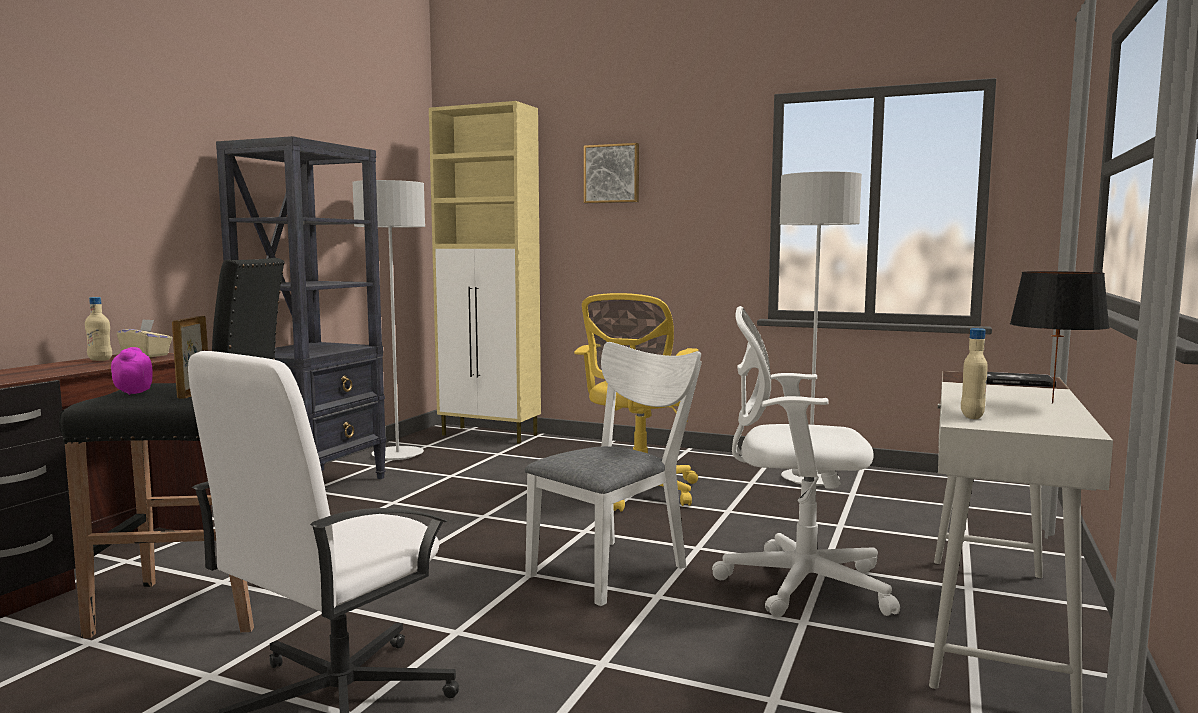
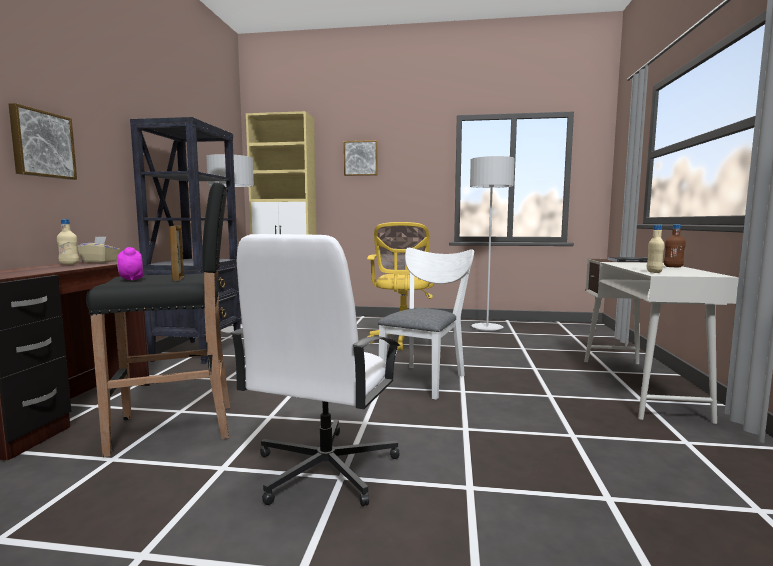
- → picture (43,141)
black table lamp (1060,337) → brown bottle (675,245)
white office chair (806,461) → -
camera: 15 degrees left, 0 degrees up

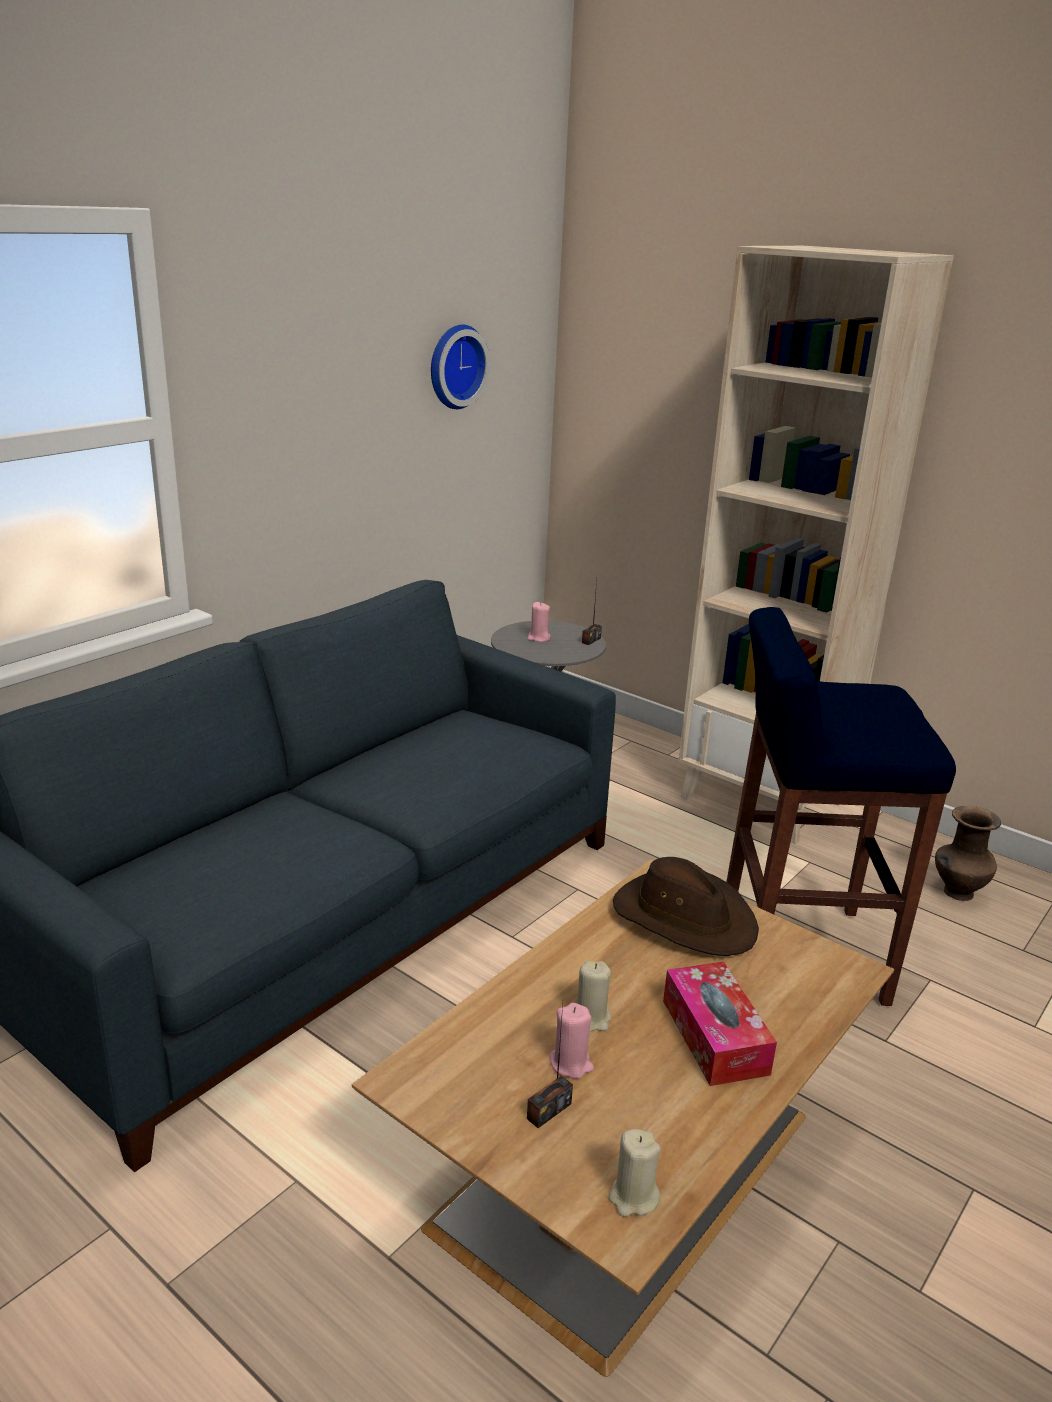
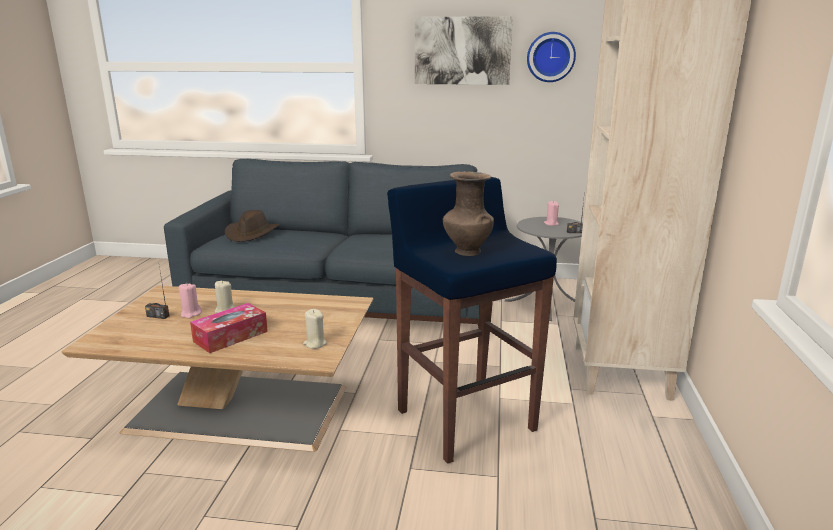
brown hat (686,906) → brown hat (252,226), moved
beige candle (634,1173) → beige candle (315,329), moved
- → picture (464,50)
brown vase (968,853) → brown vase (468,213), moved
camera: 60 degrees right, 5 degrees down

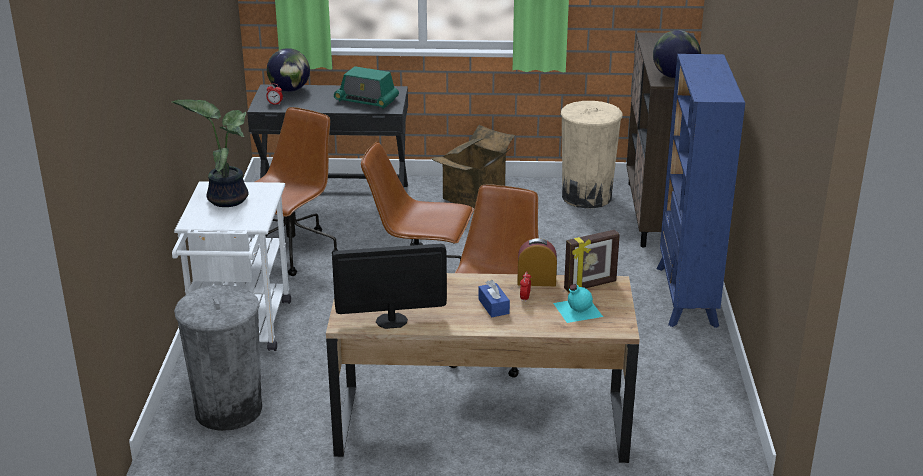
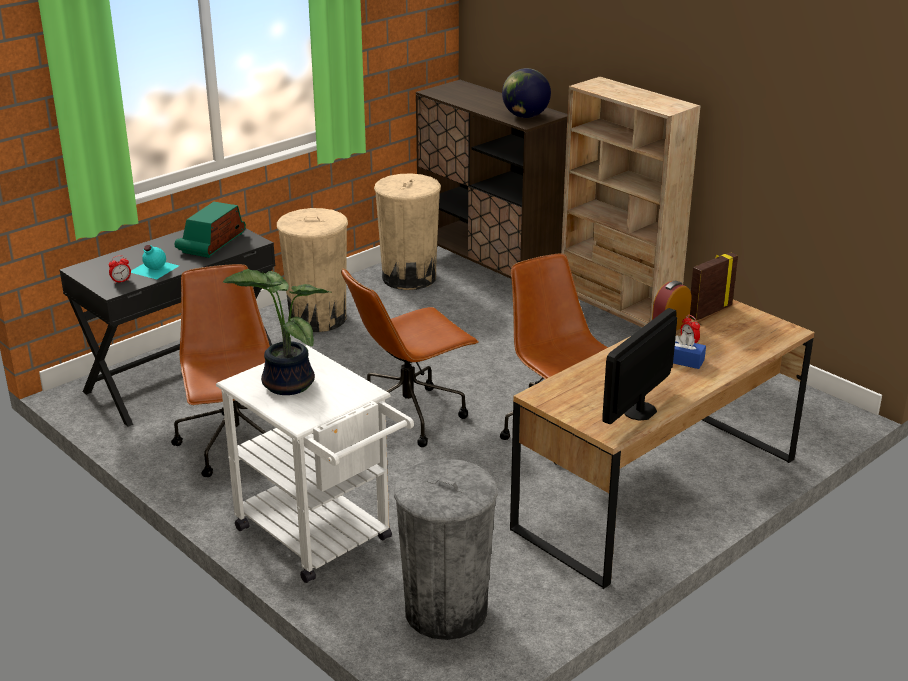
turquoise bottle (578,303) → turquoise bottle (155,262), moved
radio (366,87) → radio (210,230), 135 degrees clockwise
cardboard box (473,166) → beige trash can (312,270)
blue bookcase (700,191) → beige bookcase (631,202)
picture frame (592,261) → picture frame (714,286), 150 degrees counterclockwise
globe (288,70) → -
camera: 45 degrees left, 0 degrees up

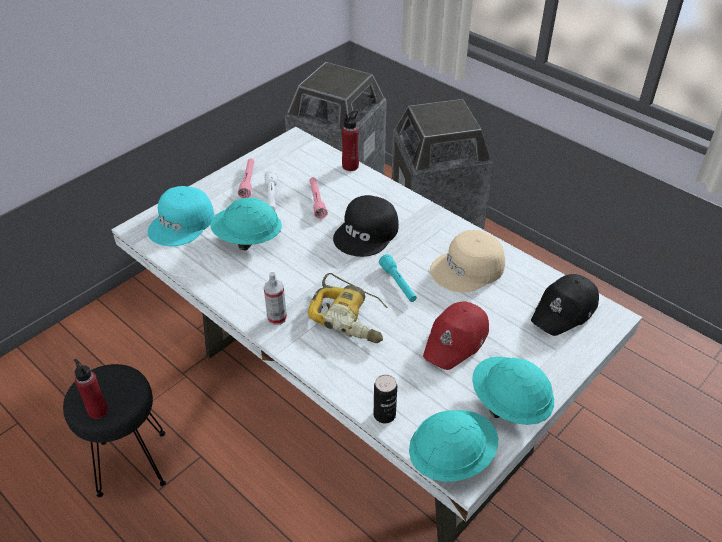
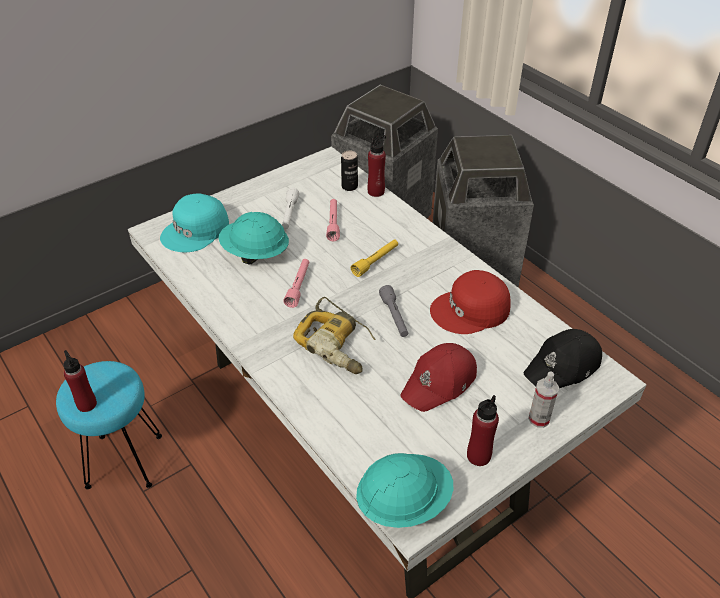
black stool (114,430) → turquoise stool (109,425)
pink flashlight (246,178) → pink flashlight (296,283), moved
can (385,398) → can (349,171), moved
black cap (366,226) → yellow flashlight (374,258)
turquoise flashlight (398,278) → grey flashlight (393,311)
beige cap (467,261) → red cap (470,302)
turquoise hard hat (513,390) → red bottle (483,430)
spray bottle (275,298) → spray bottle (543,399), moved
camera: 10 degrees right, 0 degrees up

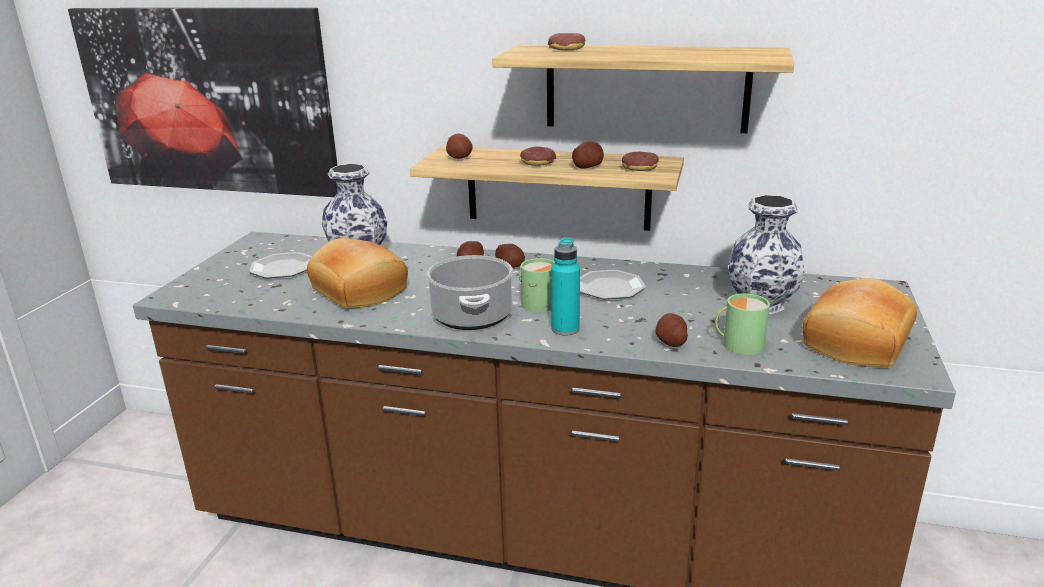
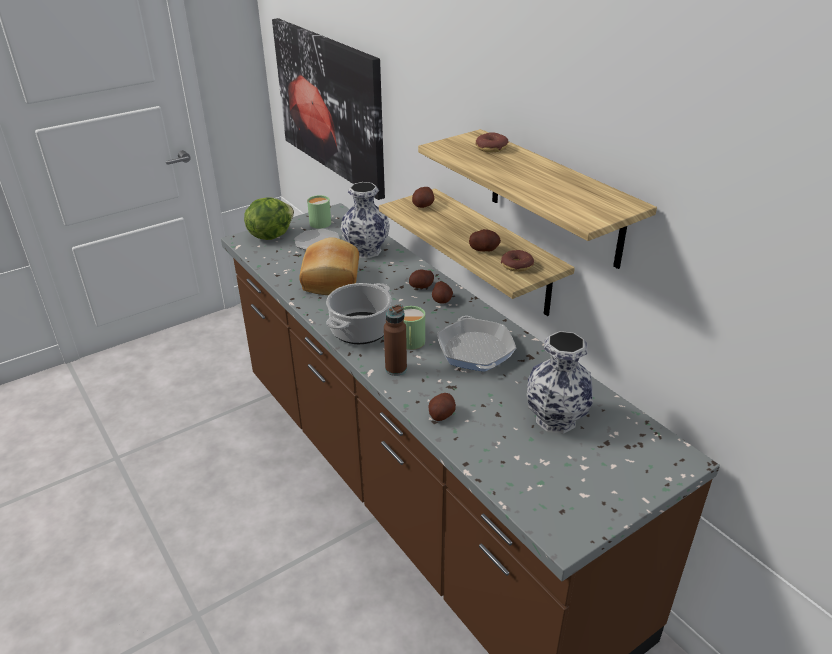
- → lettuce (269,218)
green mug (742,324) → green mug (319,212), moved
turquoise bottle (565,286) → brown bottle (395,340)
plate (613,284) → frying pan (476,344)
donut (538,156) → -
bread (860,322) → -
camera: 40 degrees right, 10 degrees up

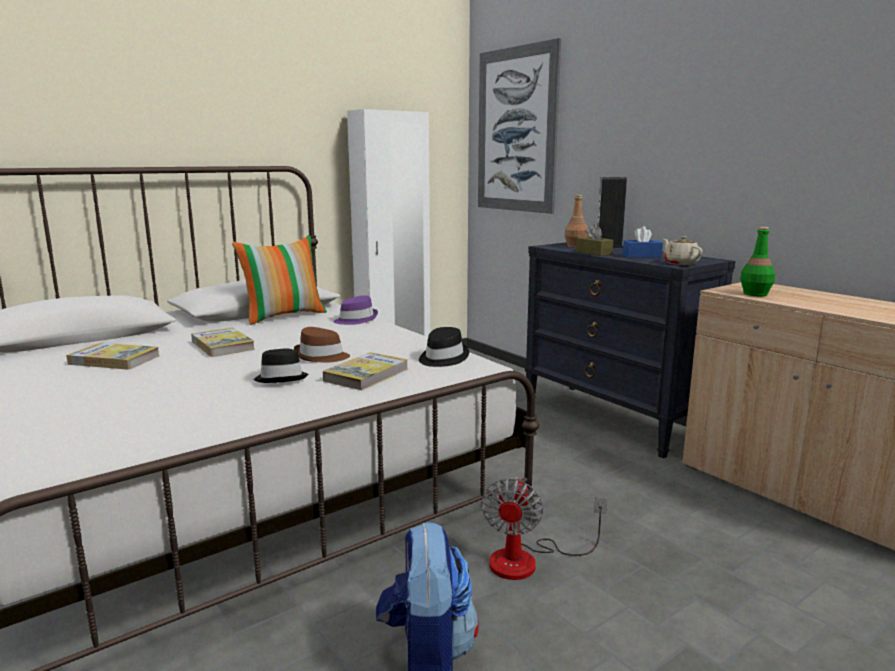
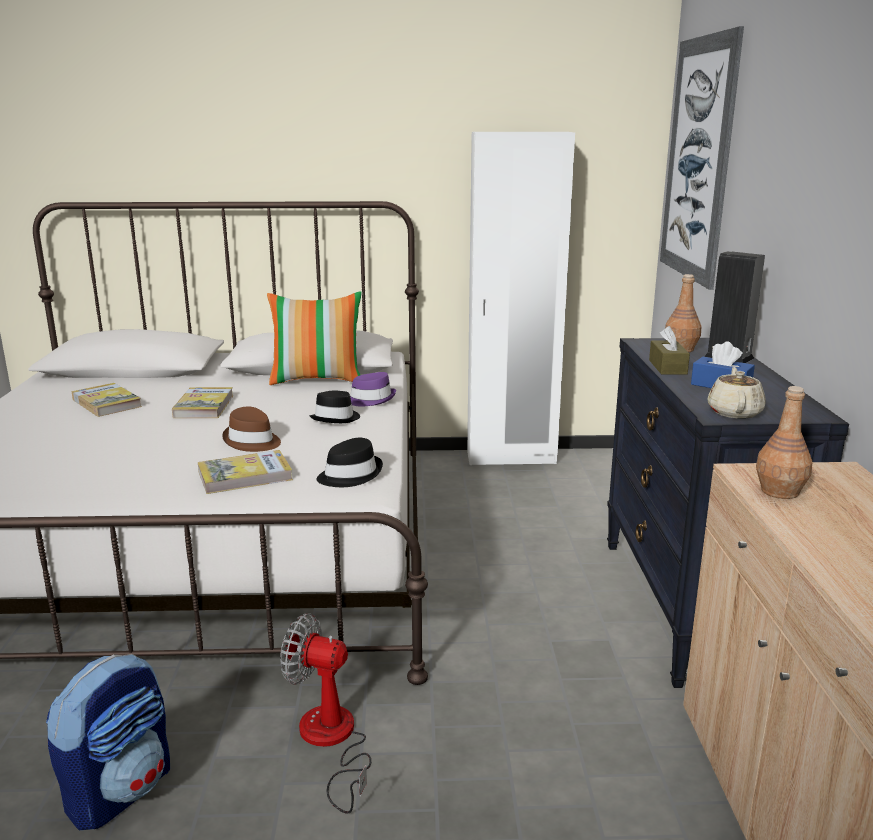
fan (544,528) → fan (326,713), 60 degrees clockwise
black hat (281,365) → black hat (334,407), moved
green bottle (757,261) → brown bottle (784,442)
camera: 35 degrees right, 5 degrees up

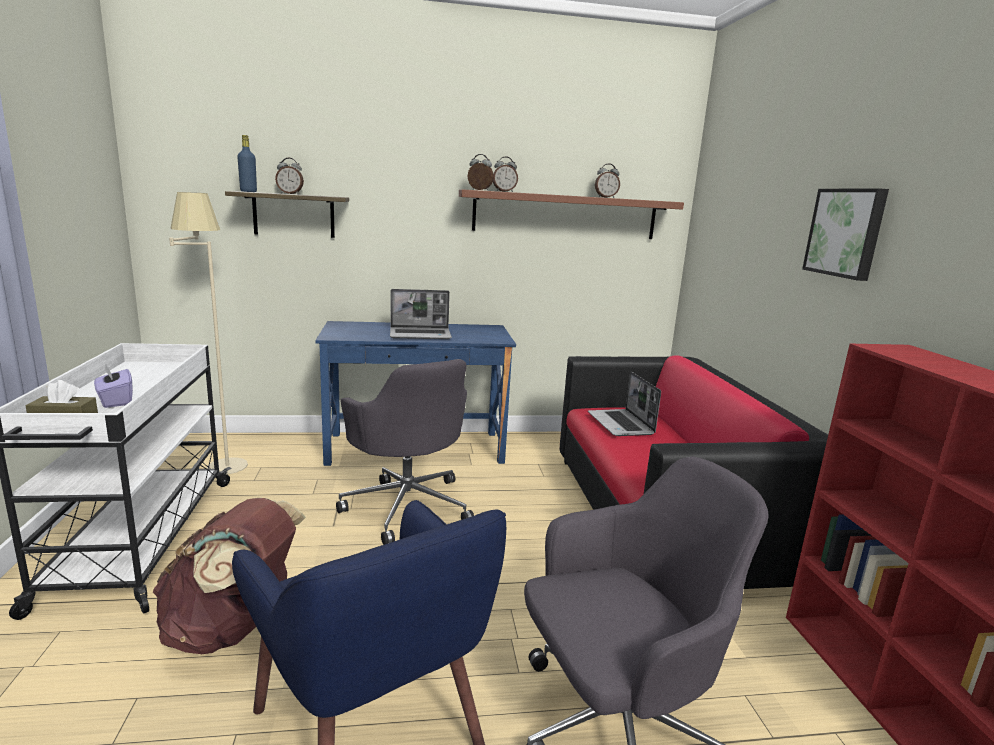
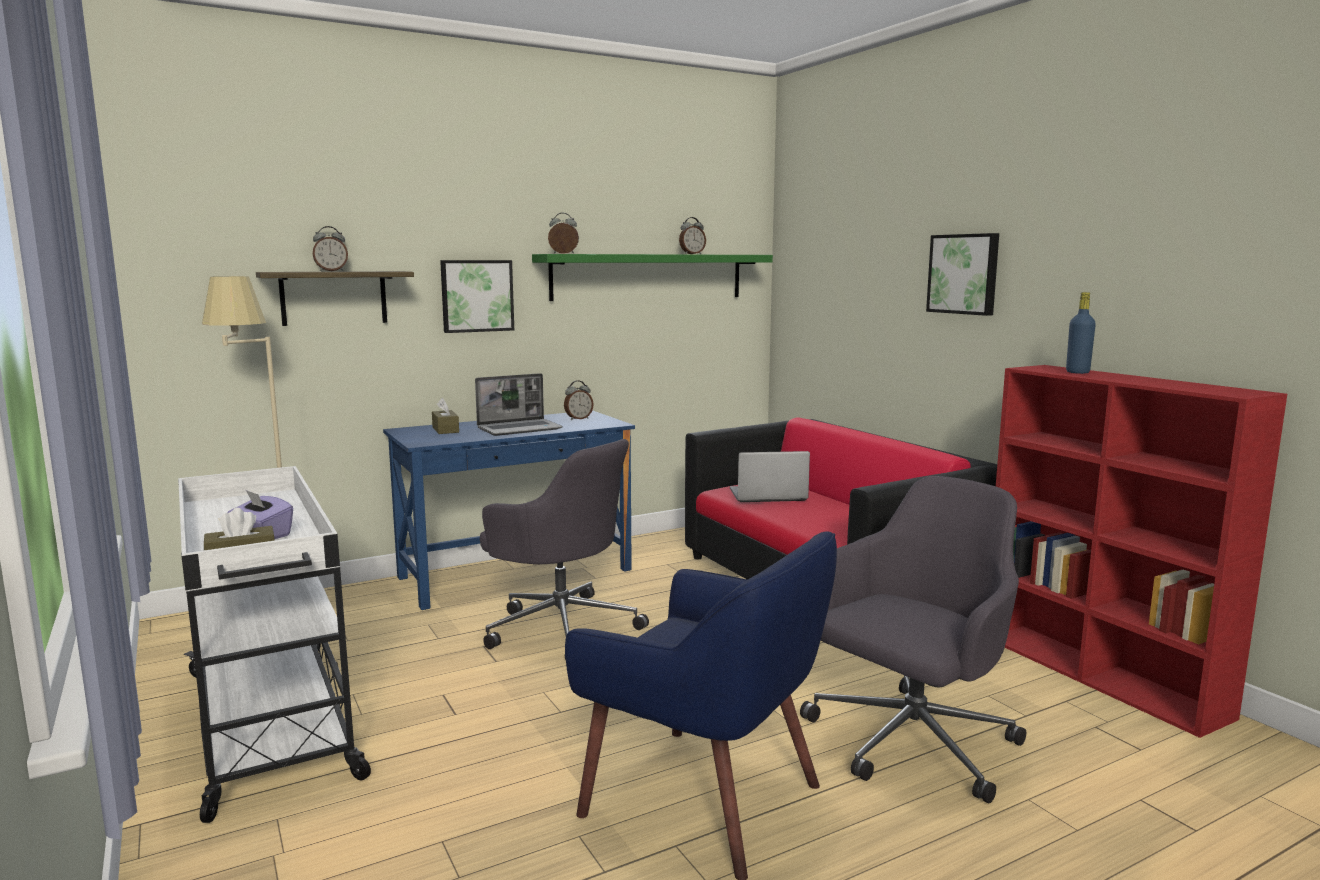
- → brown tissue box (445,416)
- → picture (477,296)
brown shelf (571,214) → green shelf (652,277)
alarm clock (505,174) → alarm clock (579,400), moved
laptop (624,403) → laptop (770,476), 120 degrees clockwise
blue bottle (247,163) → blue bottle (1081,333), moved
brown backpack (229,576) → -
camera: 20 degrees left, 5 degrees down

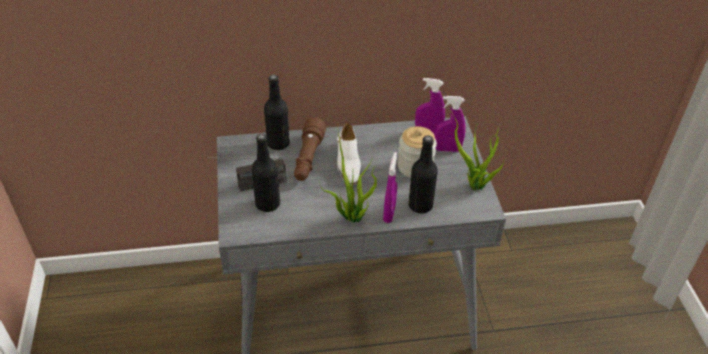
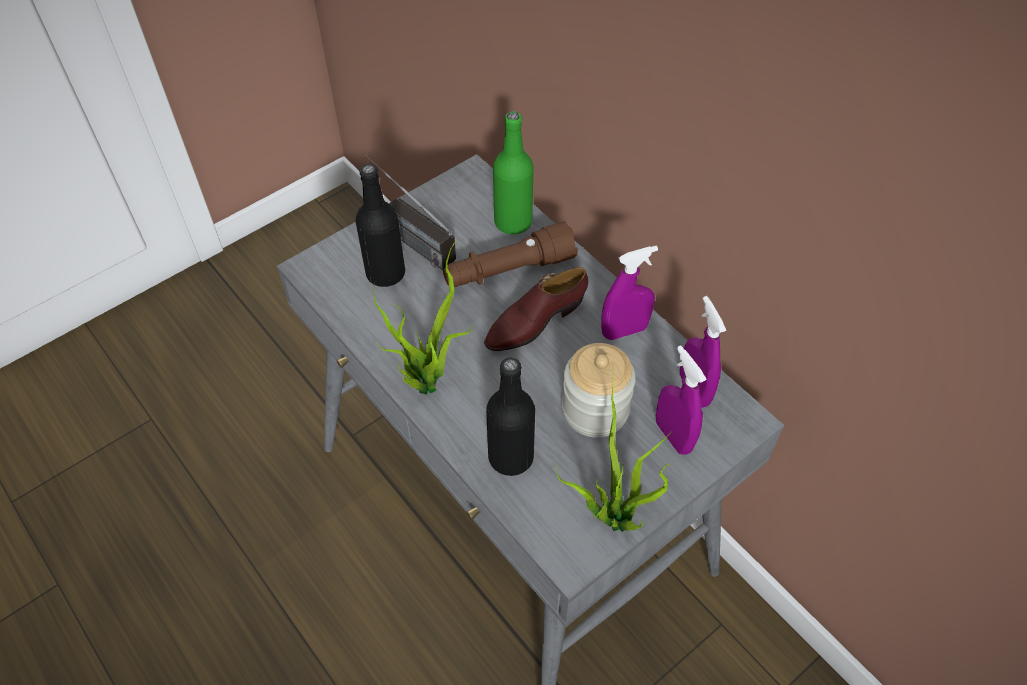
white shoe (349,154) → brown shoe (536,309)
black bottle (277,112) → green bottle (513,173)
purple spray bottle (390,187) → purple spray bottle (629,293), moved
camera: 60 degrees right, 10 degrees up

